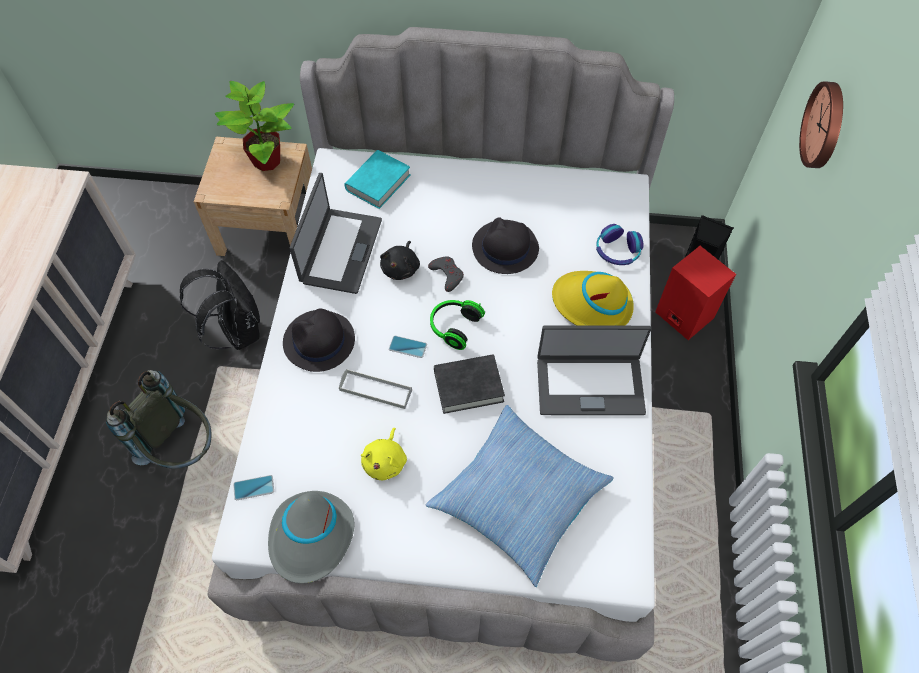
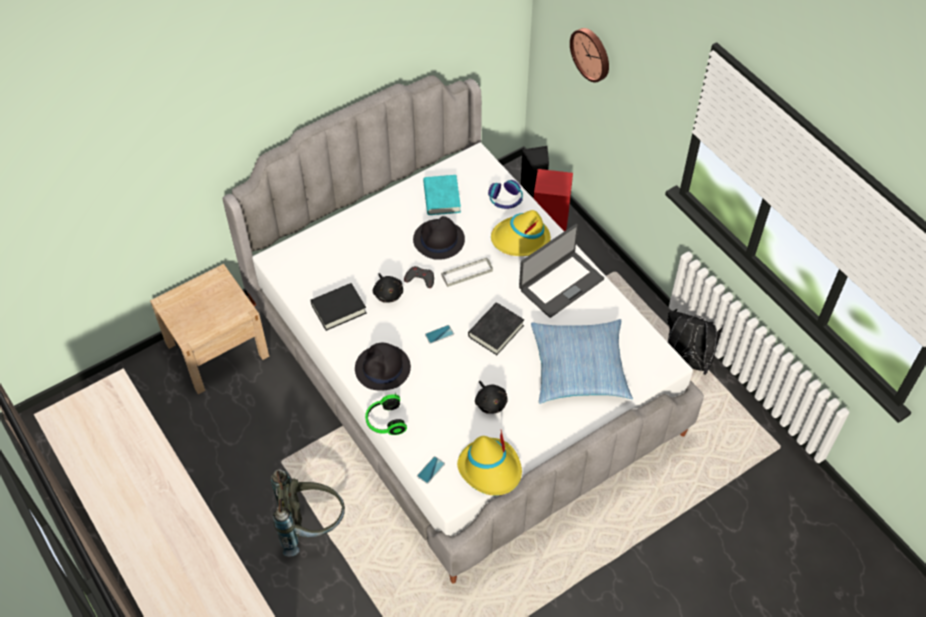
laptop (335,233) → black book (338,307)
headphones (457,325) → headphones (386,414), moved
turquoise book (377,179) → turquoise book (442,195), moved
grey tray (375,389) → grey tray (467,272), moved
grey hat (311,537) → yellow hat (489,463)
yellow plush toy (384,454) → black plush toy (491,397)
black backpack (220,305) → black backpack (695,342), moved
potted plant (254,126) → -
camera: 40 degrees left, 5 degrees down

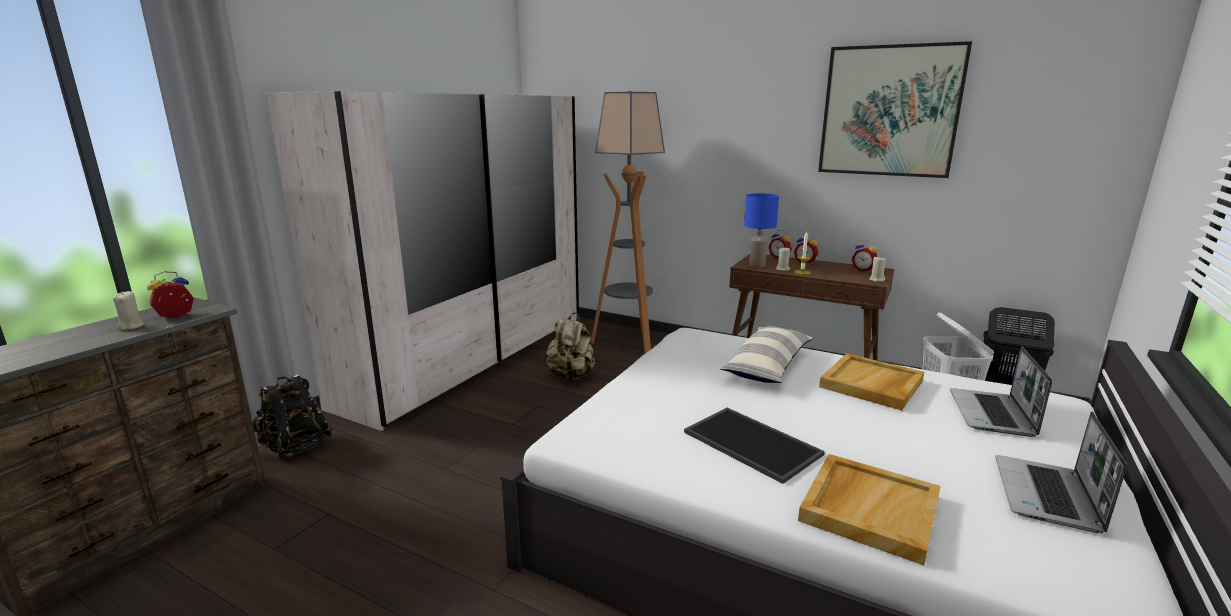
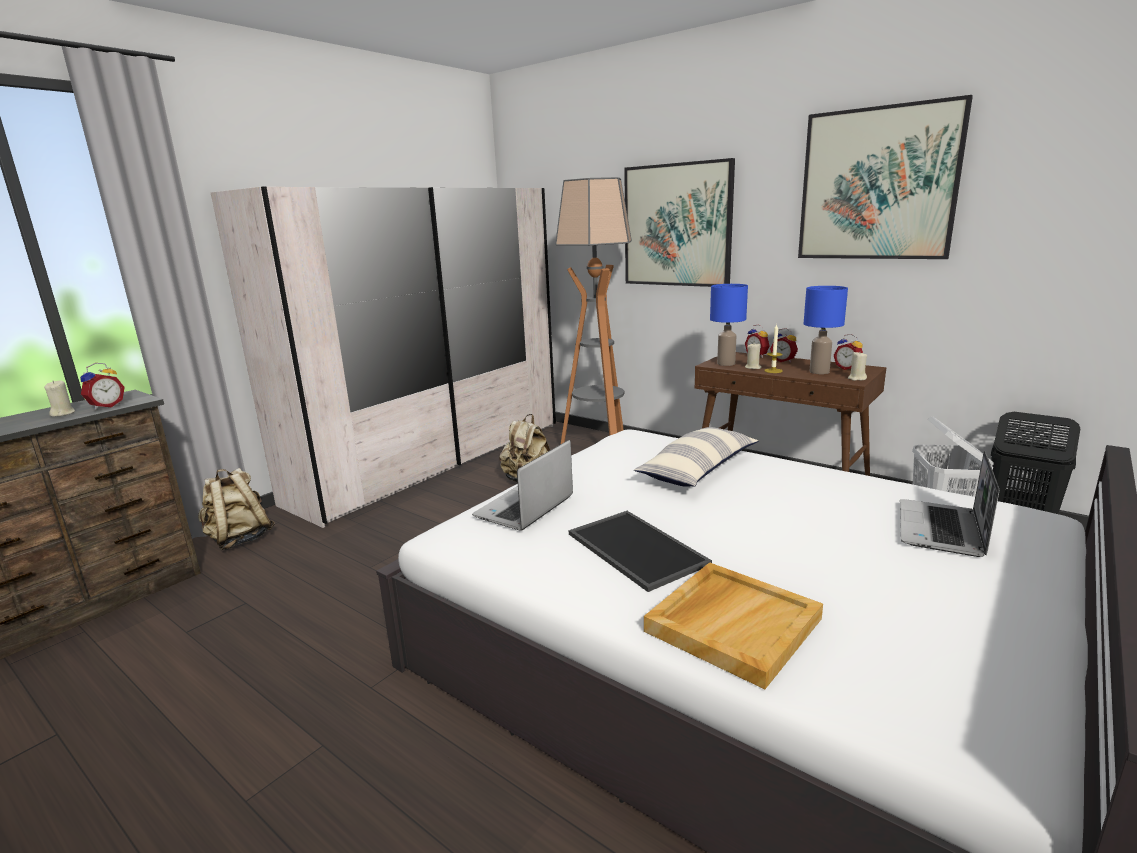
alarm clock (170,295) → alarm clock (102,386), 150 degrees clockwise
black backpack (292,417) → beige backpack (236,509)
laptop (1061,472) → laptop (522,485), moved
- → picture (679,222)
- → blue table lamp (826,330)
beige tray (871,382) → -
camera: 10 degrees right, 0 degrees up

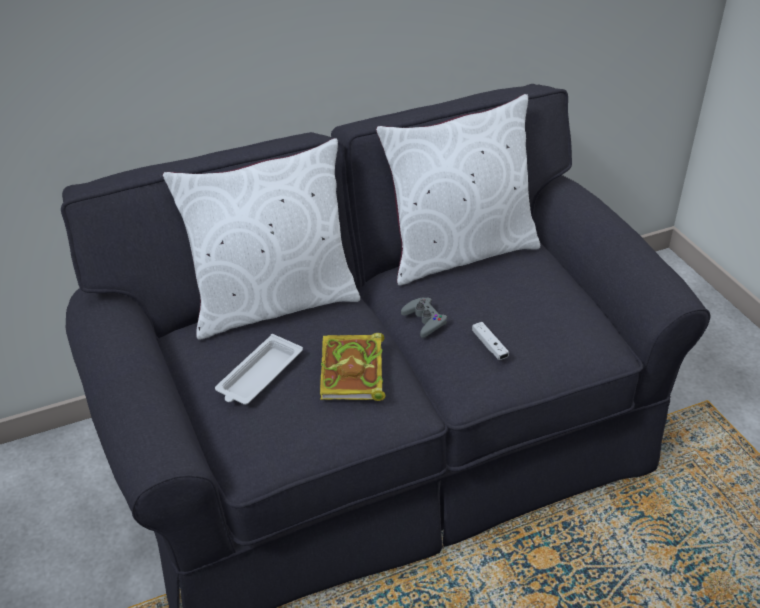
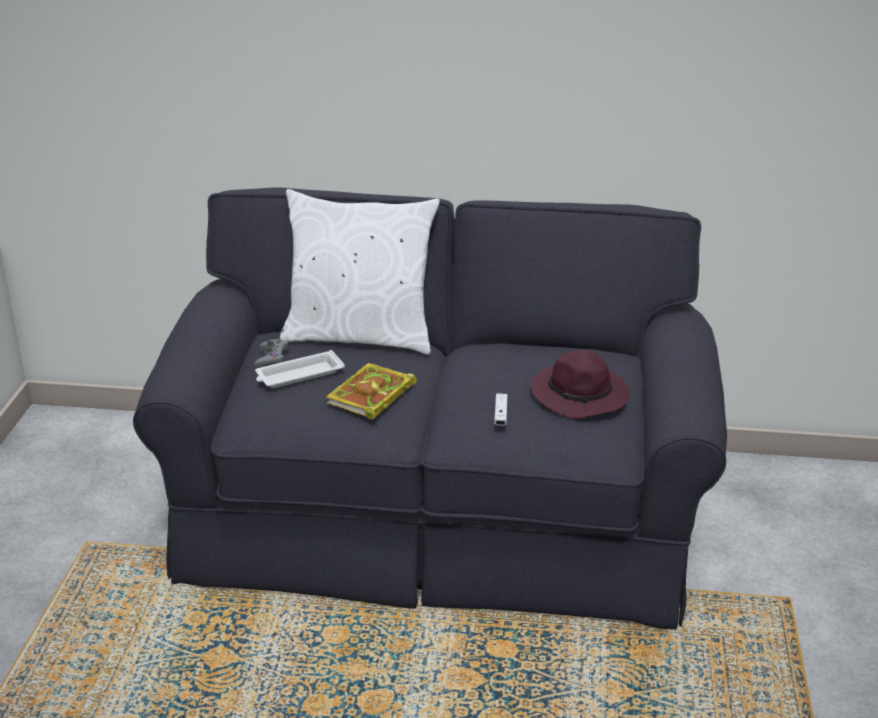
grey game controller (424,318) → grey game controller (271,353), moved
- → purple hat (580,384)
white pillow (458,190) → -
camera: 30 degrees right, 10 degrees down

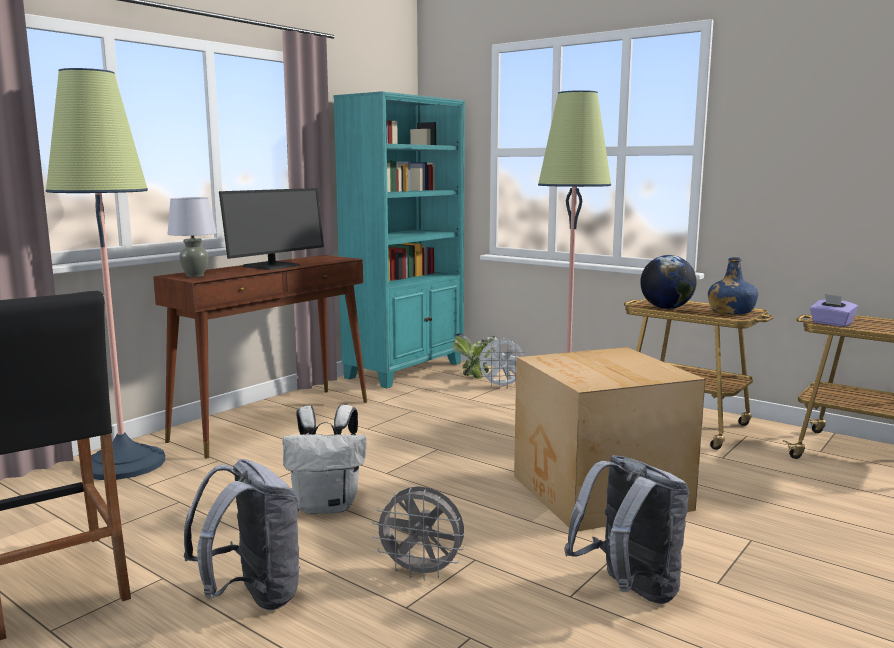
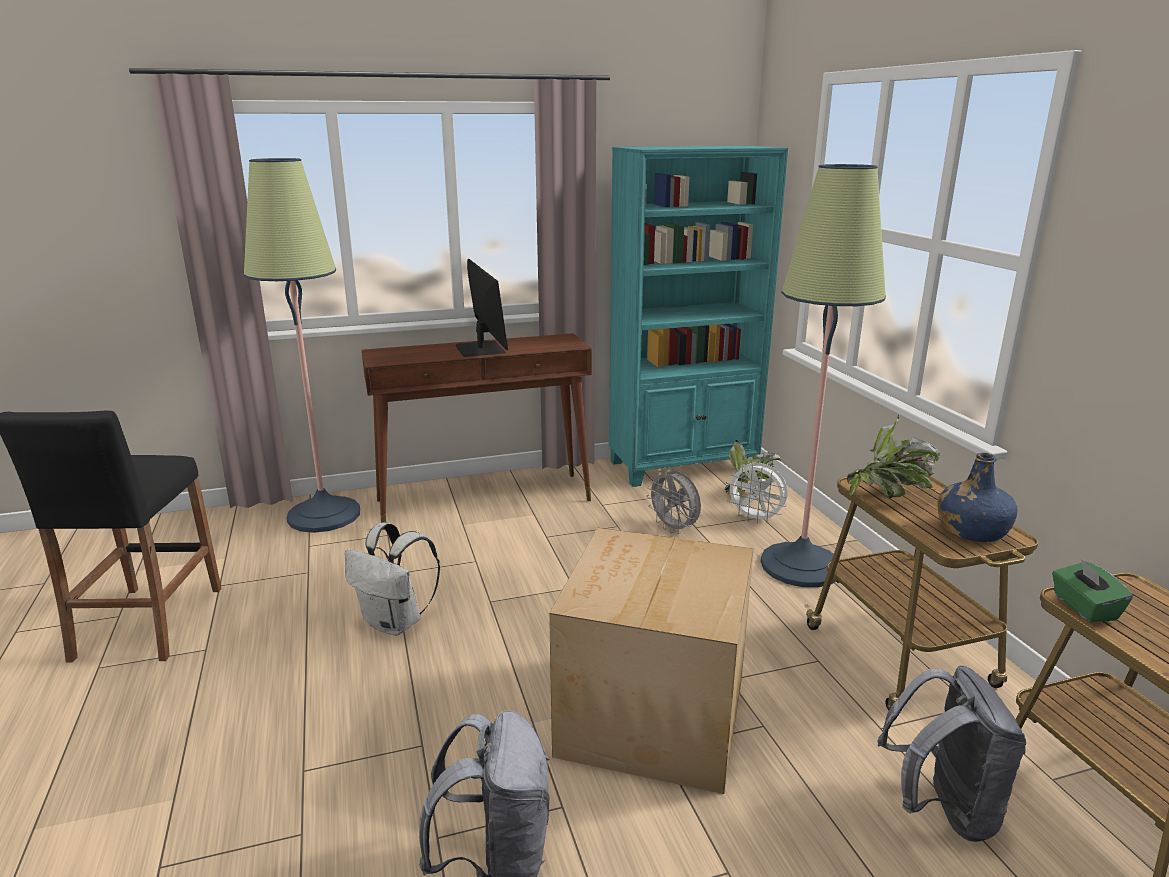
monitor (271,229) → monitor (481,308), 90 degrees counterclockwise
grey fan (418,533) → grey fan (673,502), moved
globe (668,282) → potted plant (893,457)
grey backpack (242,534) → grey backpack (951,753), moved
purple tissue box (834,310) → green tissue box (1092,590)
grey table lamp (192,237) → -
camera: 35 degrees right, 10 degrees up

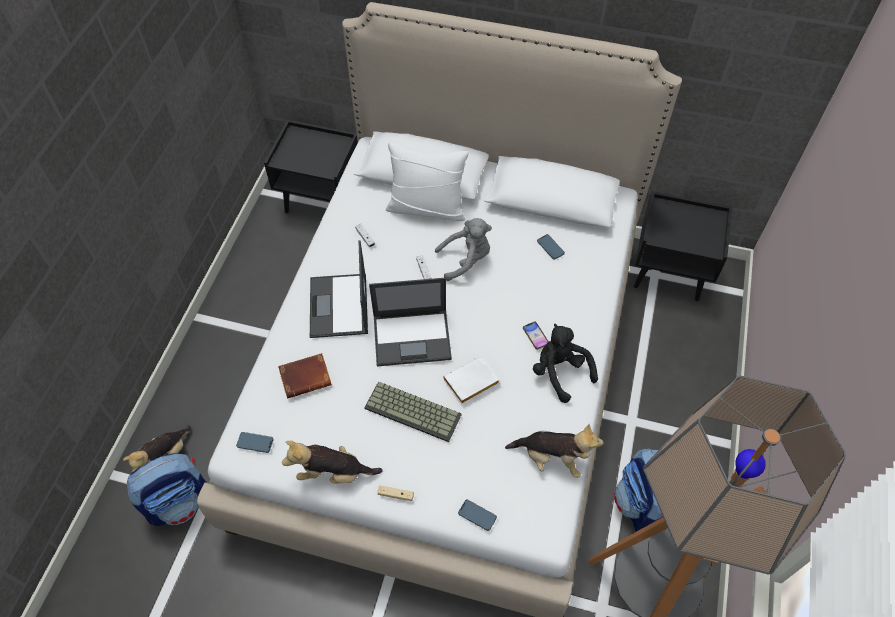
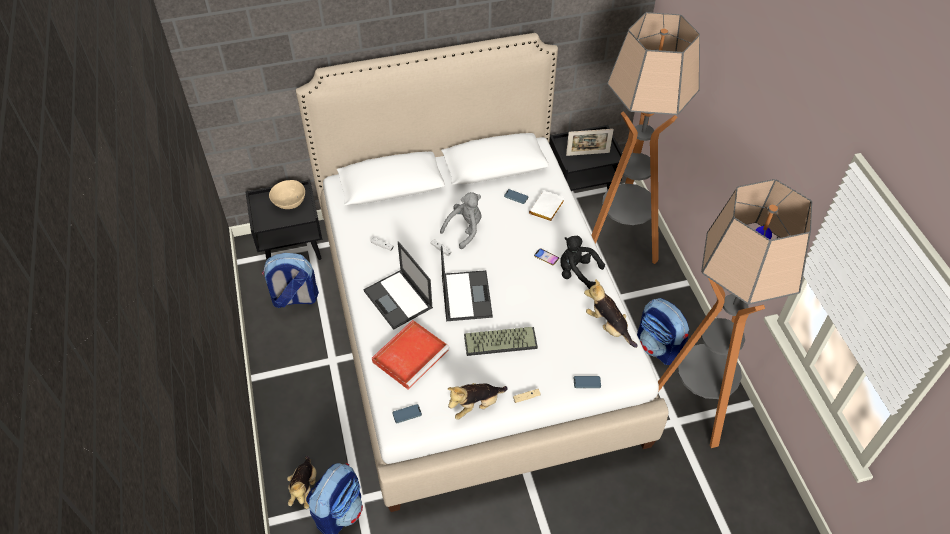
- → backpack (290,280)
- → beige bowl (287,194)
brown book (305,376) → red tray (411,354)
laptop (410,322) → laptop (467,283), 60 degrees counterclockwise
white book (471,380) → white book (547,206), moved
- → picture frame (590,142)
plush toy (554,451) → plush toy (611,313), 120 degrees counterclockwise
- → floor lamp (646,138)
white pillow (427,181) → -
camera: 30 degrees left, 5 degrees down

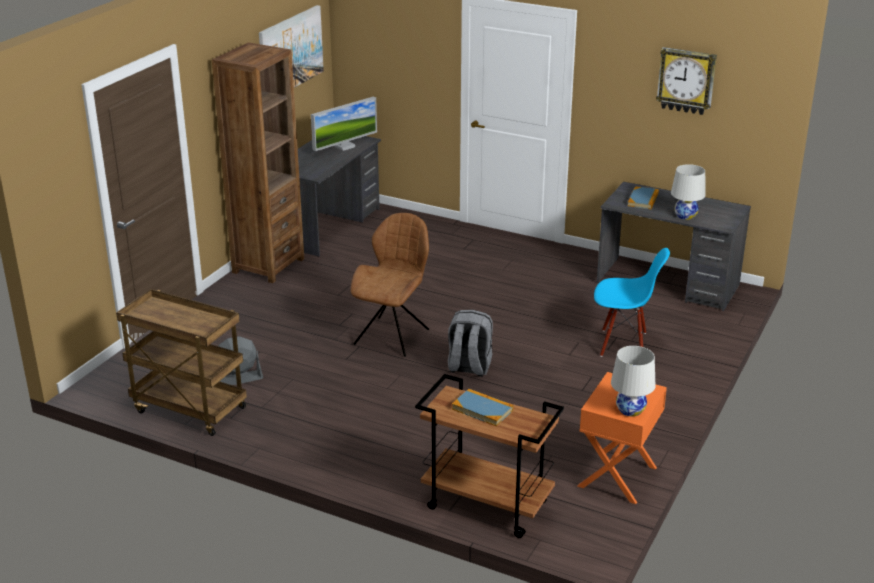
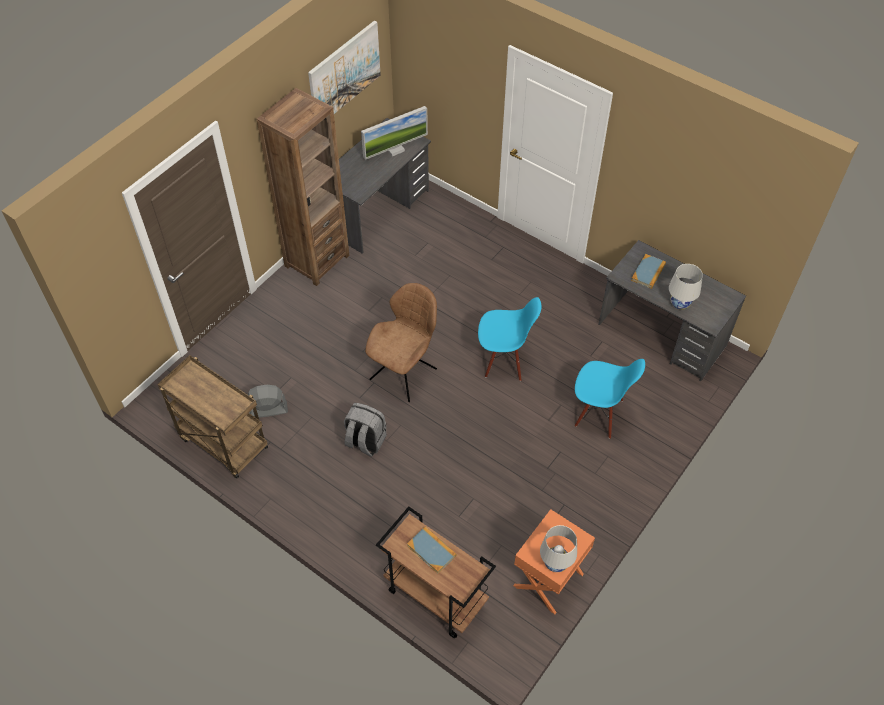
grey backpack (470,343) → grey backpack (365,430), moved
- → blue chair (509,339)
wall clock (686,81) → -
camera: 10 degrees right, 25 degrees up

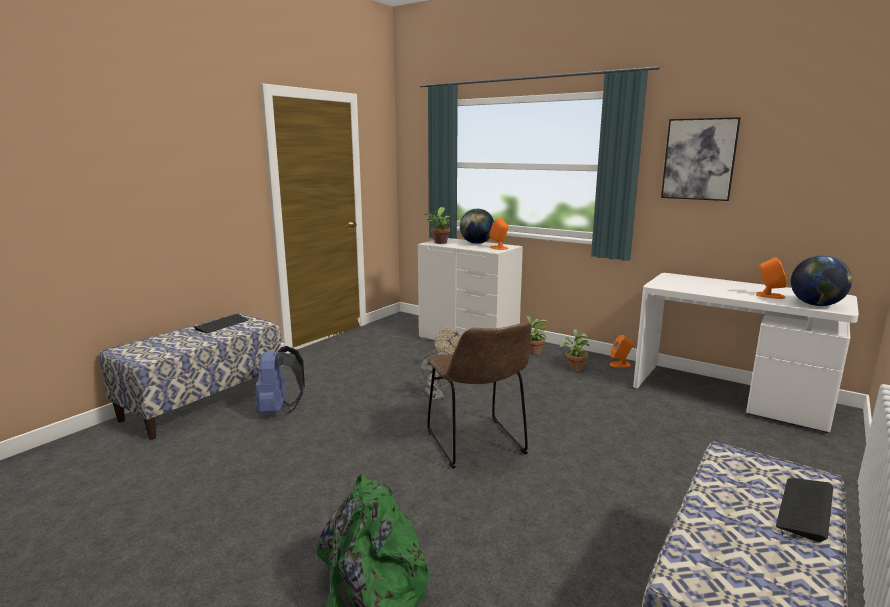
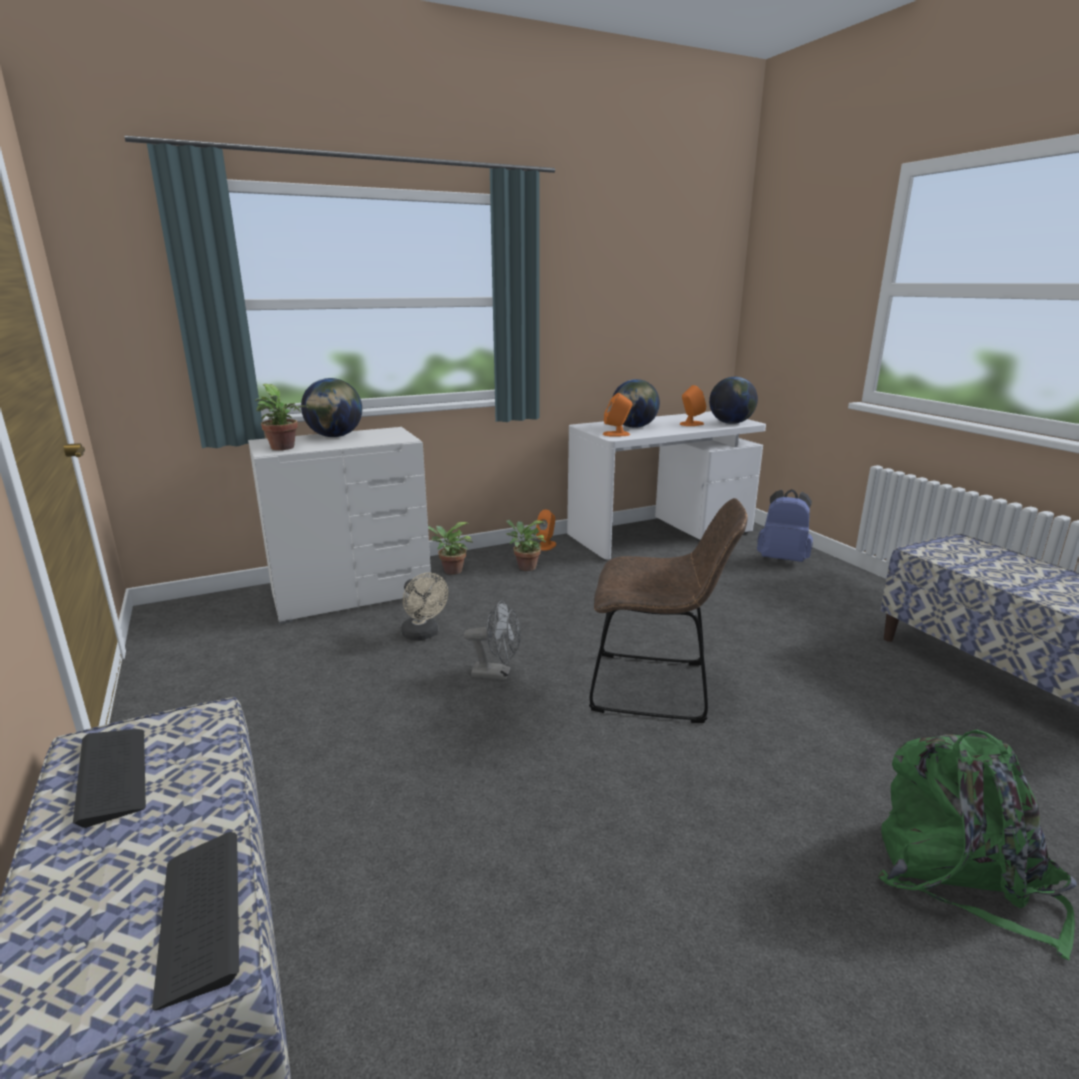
keyboard (804,510) → keyboard (195,921), moved
orange speaker (499,234) → orange speaker (617,415), moved
- → globe (636,403)
blue backpack (280,380) → blue backpack (785,525), moved
picture (701,159) → -
camera: 60 degrees left, 5 degrees up

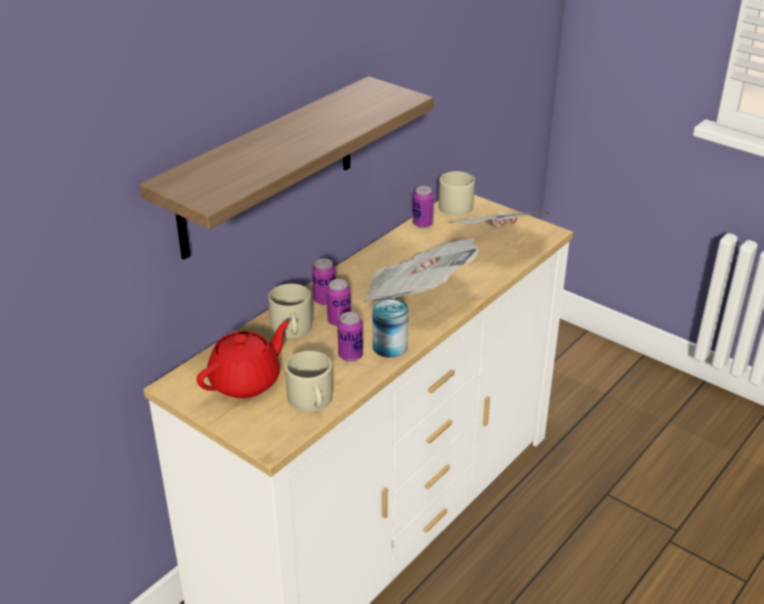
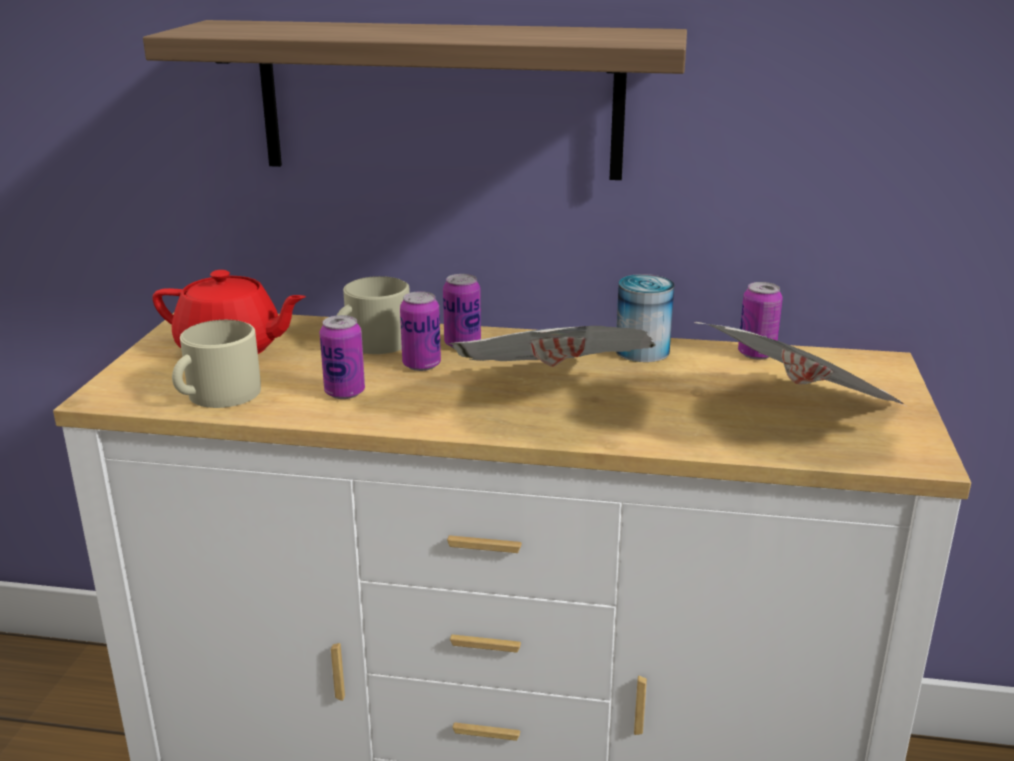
can (390,328) → can (645,318), moved
beige mug (457,193) → -
camera: 60 degrees right, 10 degrees down

